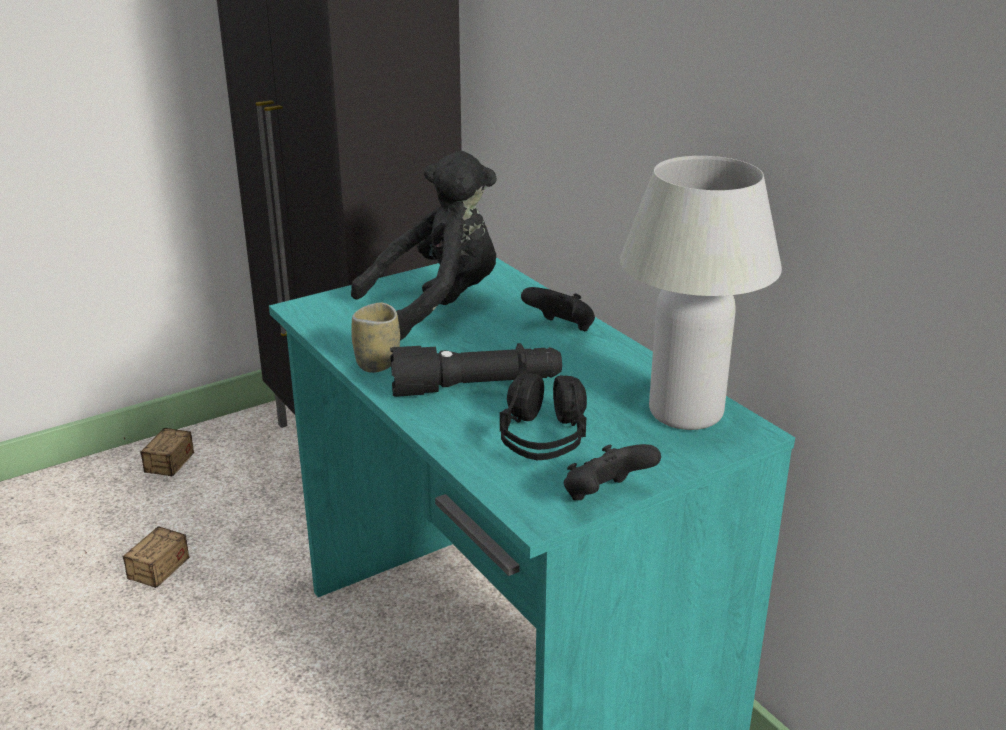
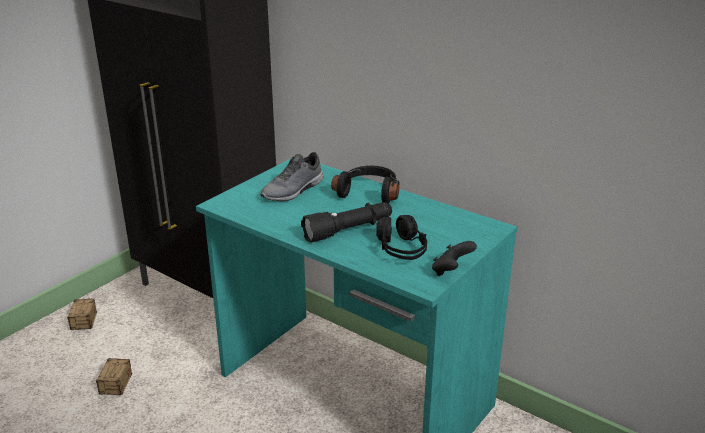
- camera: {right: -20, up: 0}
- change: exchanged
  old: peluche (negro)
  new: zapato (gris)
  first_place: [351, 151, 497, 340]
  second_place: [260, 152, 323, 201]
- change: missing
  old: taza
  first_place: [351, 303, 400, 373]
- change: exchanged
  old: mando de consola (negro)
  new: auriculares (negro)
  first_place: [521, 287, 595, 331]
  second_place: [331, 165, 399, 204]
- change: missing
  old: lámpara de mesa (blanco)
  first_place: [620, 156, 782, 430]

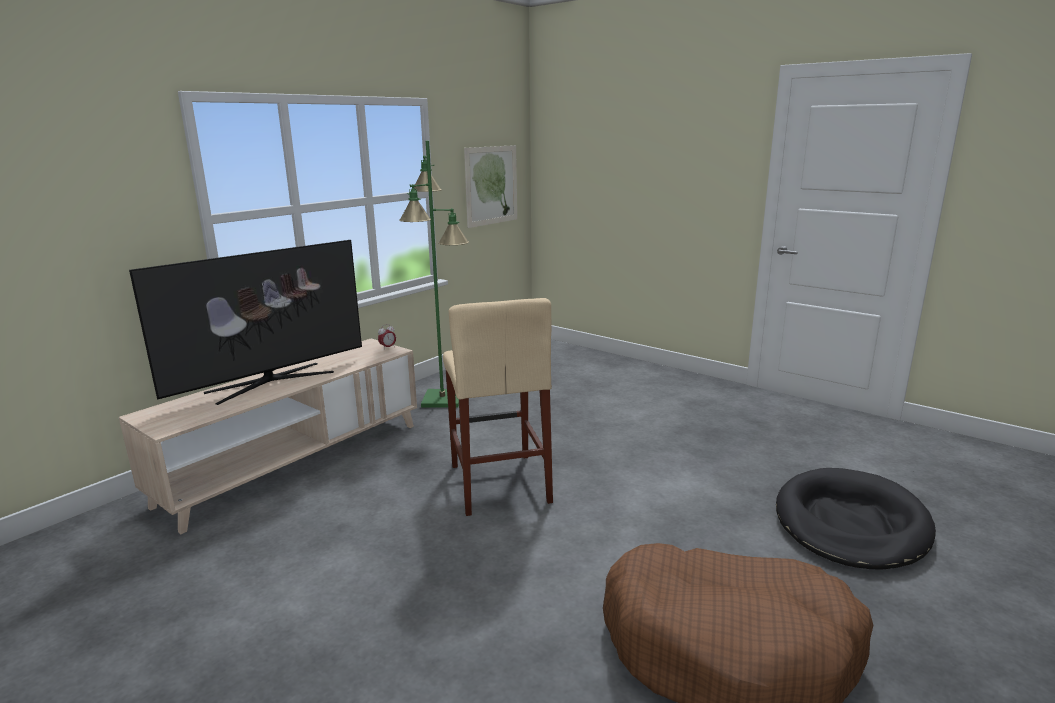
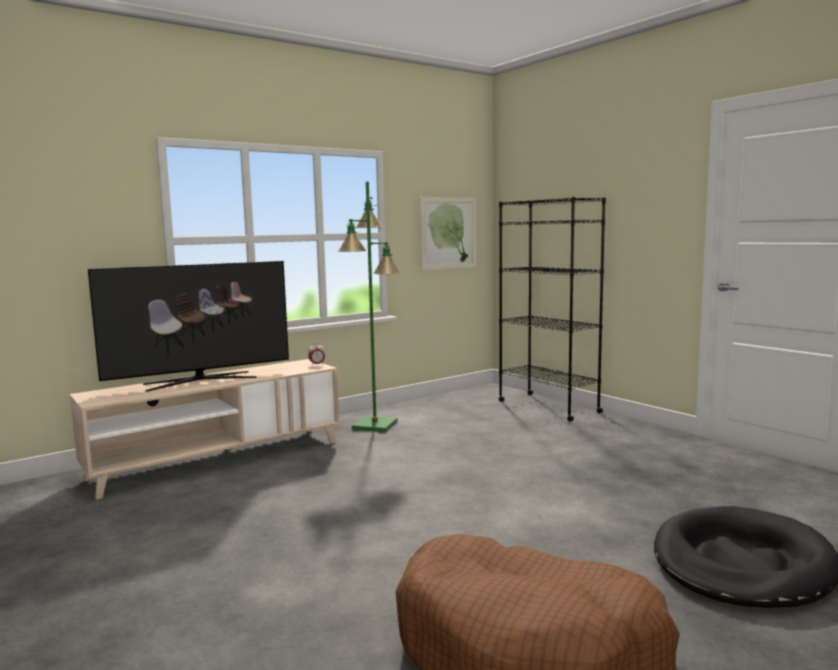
- camera: {right: 15, up: -10}
- change: missing
  old: taburete (beis)
  first_place: [443, 298, 553, 516]
- change: appeared
  new: estantería (negro)
  second_place: [499, 197, 606, 422]

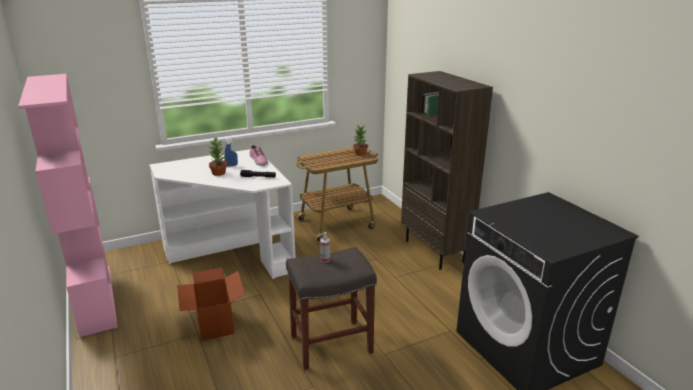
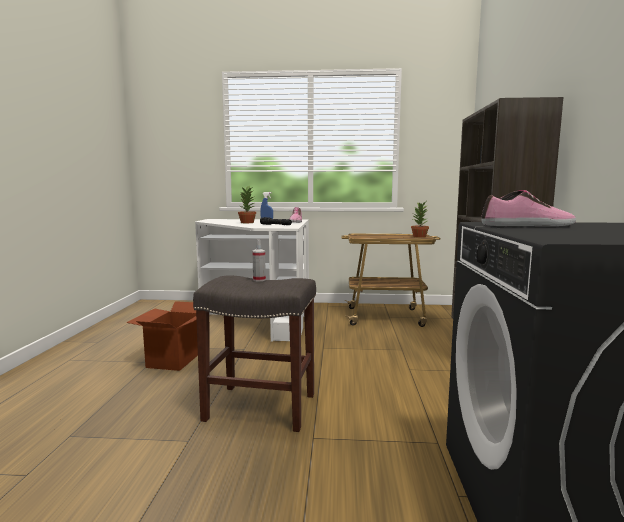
- camera: {right: 30, up: -15}
- change: missing
  old: estantería (rosa)
  first_place: [18, 74, 118, 337]
- change: appeared
  new: zapato
  second_place: [481, 190, 576, 226]

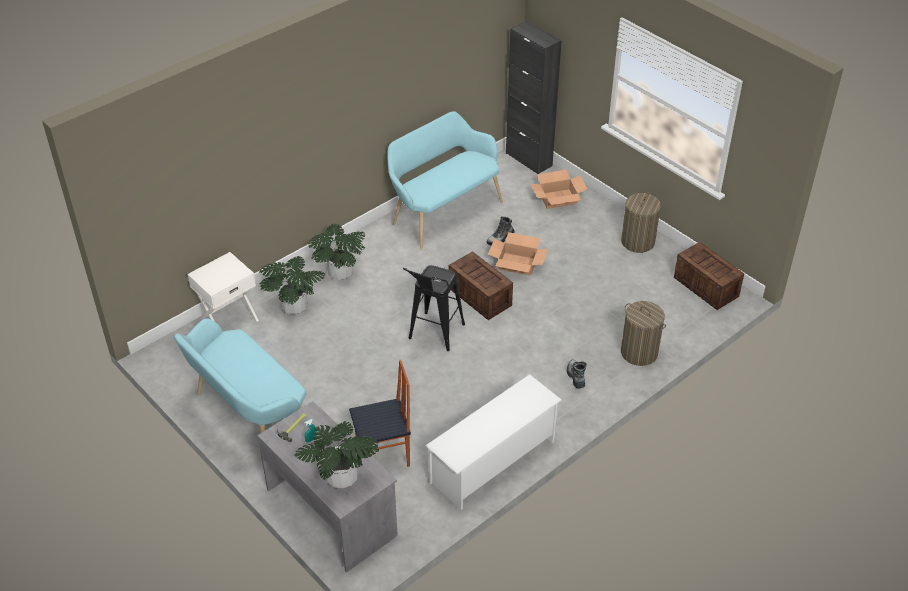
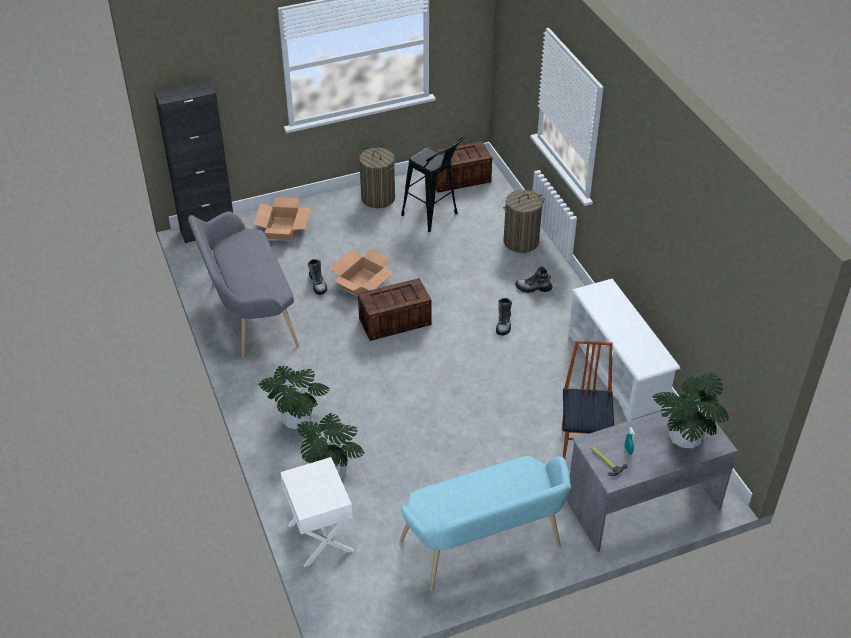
- camera: {right: -70, up: 0}
- change: colour
  old: banco (turquesa)
  new: banco (gris)
  first_place: [387, 111, 503, 250]
  second_place: [188, 212, 299, 358]
- change: relocated
  old: taburete (negro)
  first_place: [403, 265, 465, 351]
  second_place: [401, 137, 465, 232]
- change: appeared
  new: bota
  second_place: [496, 298, 512, 336]

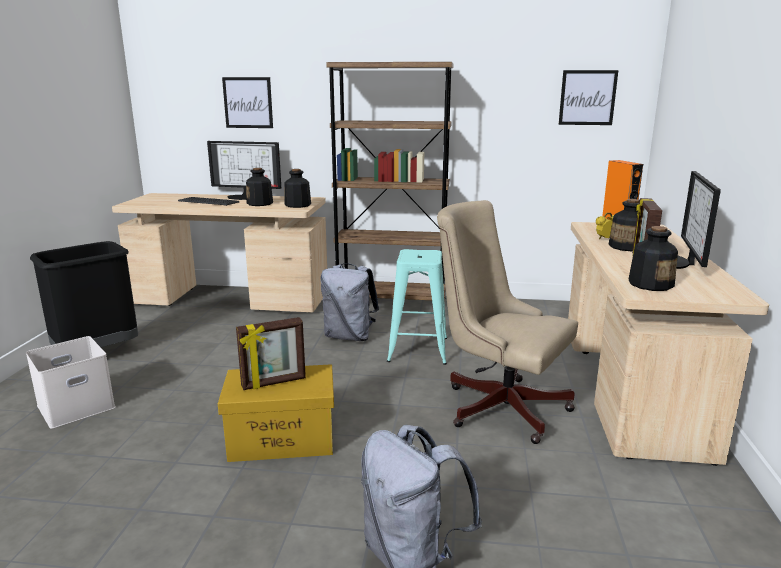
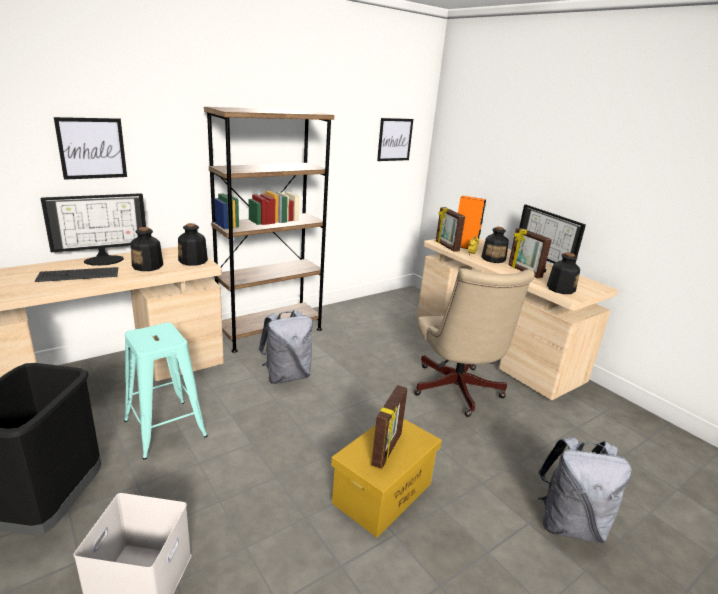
- camera: {right: -45, up: 5}
- change: relocated
  old: taburete (turquesa)
  first_place: [387, 249, 447, 365]
  second_place: [124, 323, 208, 460]
- change: spun
  old: silla de oficina (beis)
  first_place: [437, 200, 578, 444]
  second_place: [414, 268, 535, 417]
  degrees: -90
- change: appeared
  new: portarretratos
  second_place: [436, 207, 465, 252]

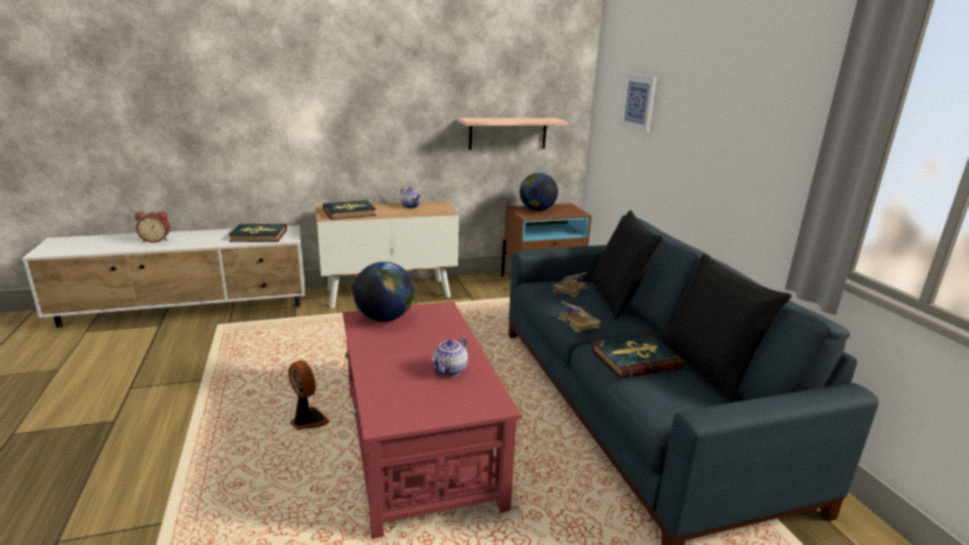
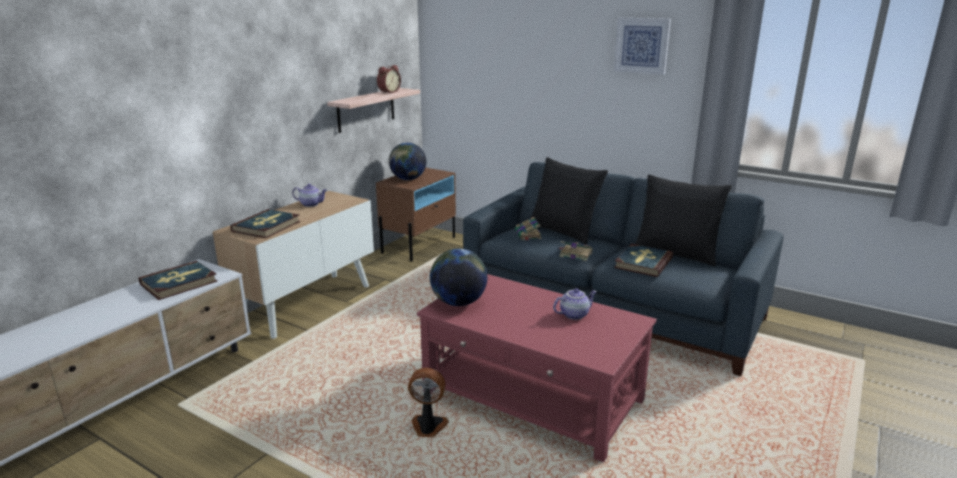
- camera: {right: -40, up: 0}
- change: relocated
  old: despertador
  first_place: [135, 211, 170, 243]
  second_place: [377, 65, 401, 94]
- change: spun
  old: tetera
  first_place: [432, 337, 468, 377]
  second_place: [553, 288, 597, 320]
  degrees: -105
- change: relocated
  old: cuadro
  first_place: [620, 74, 657, 132]
  second_place: [614, 17, 671, 75]

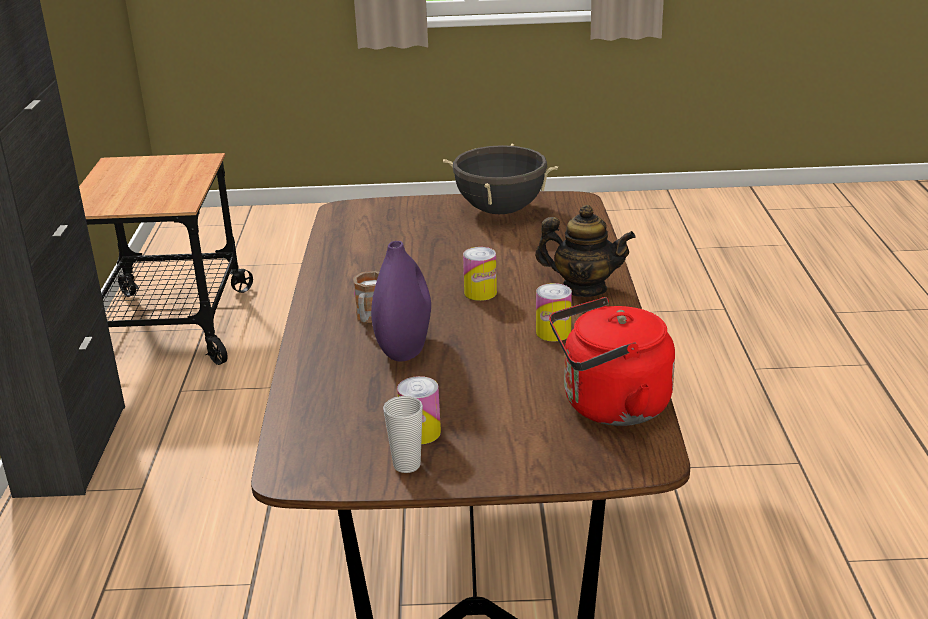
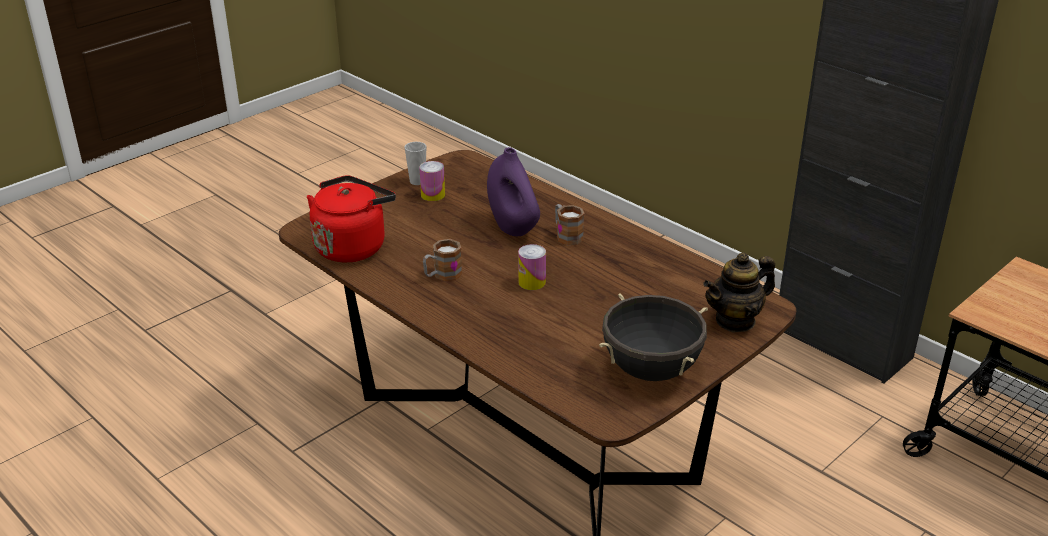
- camera: {right: 135, up: 5}
- change: relocated
  old: tetera
  first_place: [535, 205, 635, 297]
  second_place: [703, 253, 775, 332]
- change: exchanged
  old: lata
  new: taza grande
  first_place: [536, 283, 572, 341]
  second_place: [423, 239, 462, 281]

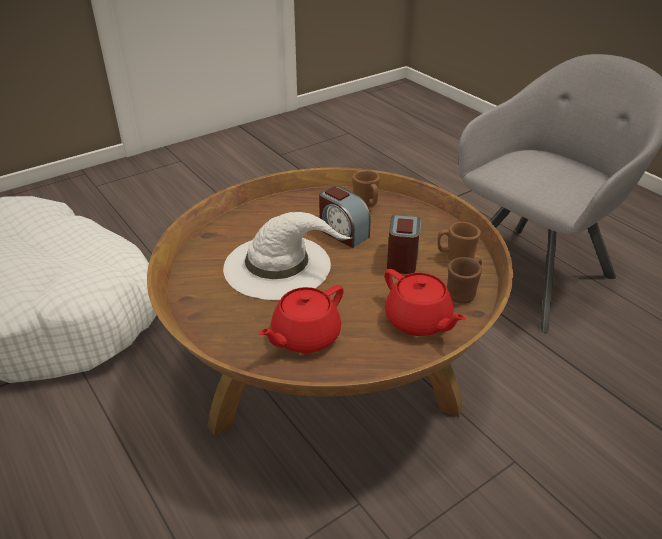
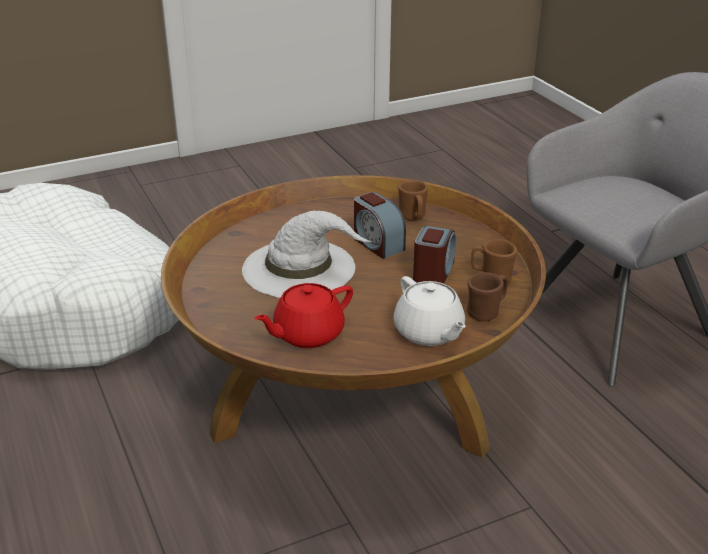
- camera: {right: 10, up: -5}
- change: colour
  old: tetera (rojo)
  new: tetera (blanco)
  first_place: [384, 269, 466, 336]
  second_place: [393, 276, 466, 346]

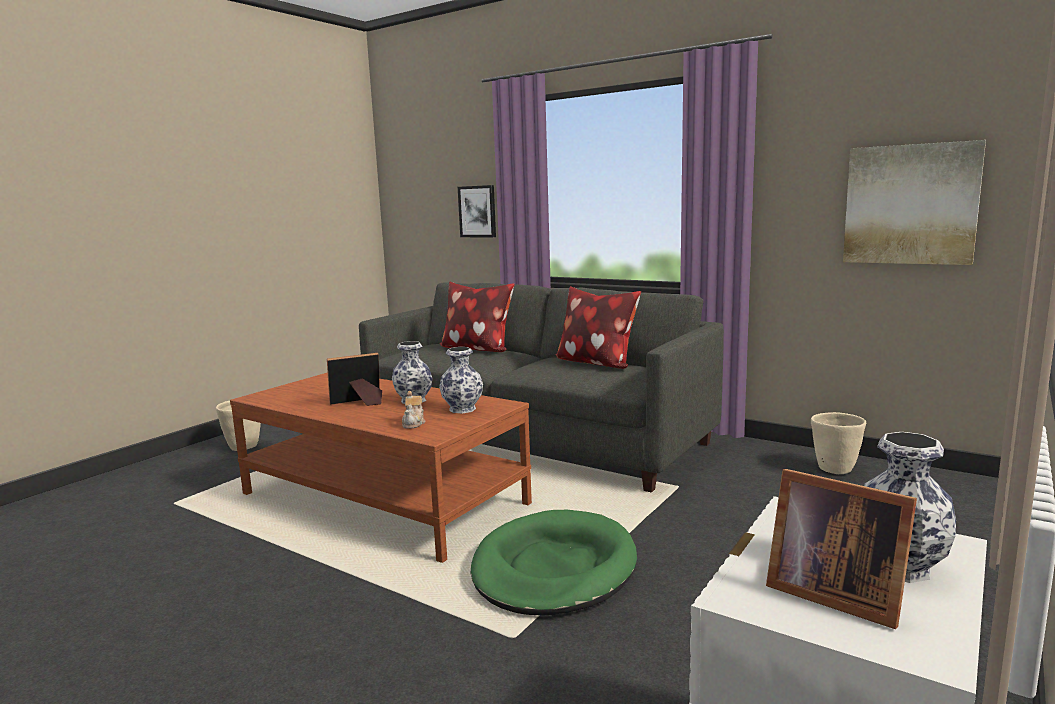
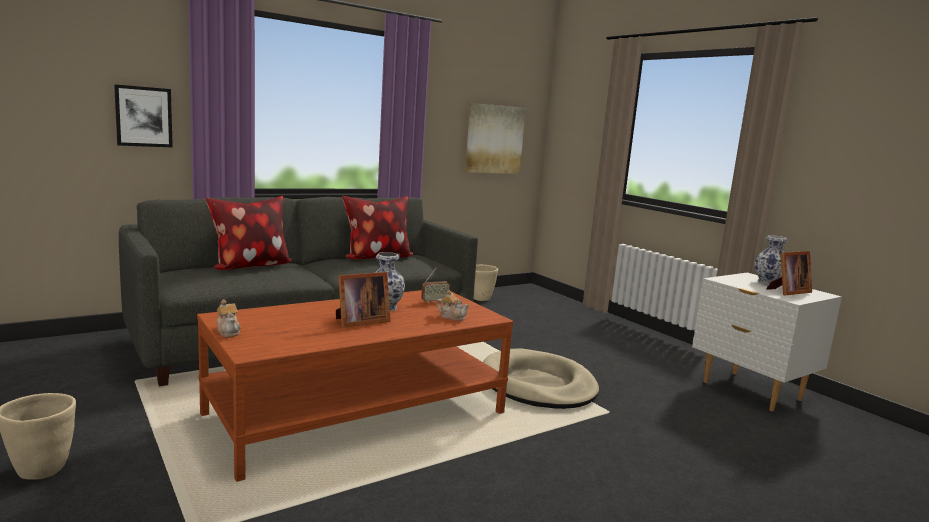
- camera: {right: -70, up: 0}
- change: spun
  old: portarretratos
  first_place: [327, 353, 382, 406]
  second_place: [336, 272, 391, 327]
  degrees: -120
- change: exchanged
  old: florero
  new: radio
  first_place: [439, 347, 483, 414]
  second_place: [421, 267, 450, 303]
- change: colour
  old: cama para perro (verde)
  new: cama para perro (beis)
  first_place: [470, 510, 637, 616]
  second_place: [483, 348, 599, 409]
- change: appeared
  new: tetera
  second_place: [217, 299, 241, 337]

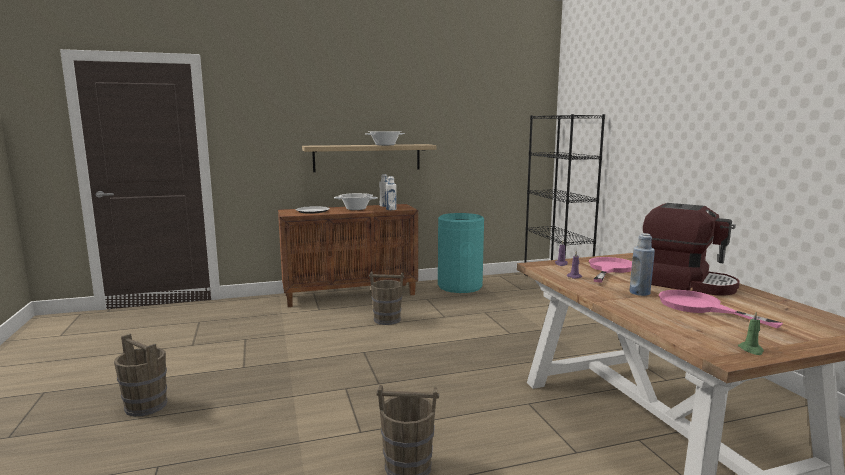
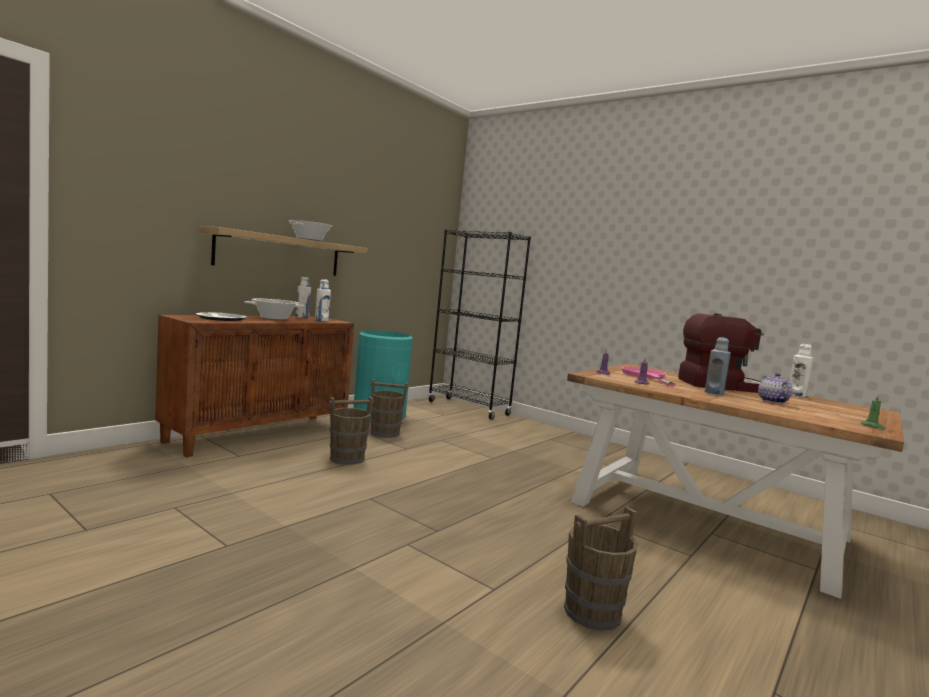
- camera: {right: -35, up: -5}
- change: relocated
  old: cubo (marrón)
  first_place: [114, 334, 167, 417]
  second_place: [370, 379, 409, 438]
- change: exchanged
  old: sartén (rosa)
  new: tetera
  first_place: [659, 290, 783, 328]
  second_place: [758, 373, 792, 404]
- change: appeared
  new: botella (blanco)
  second_place: [790, 344, 814, 397]

